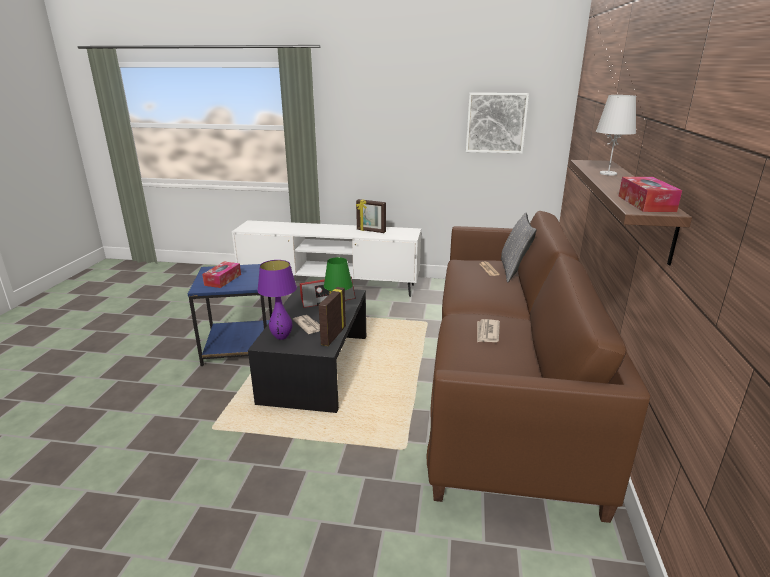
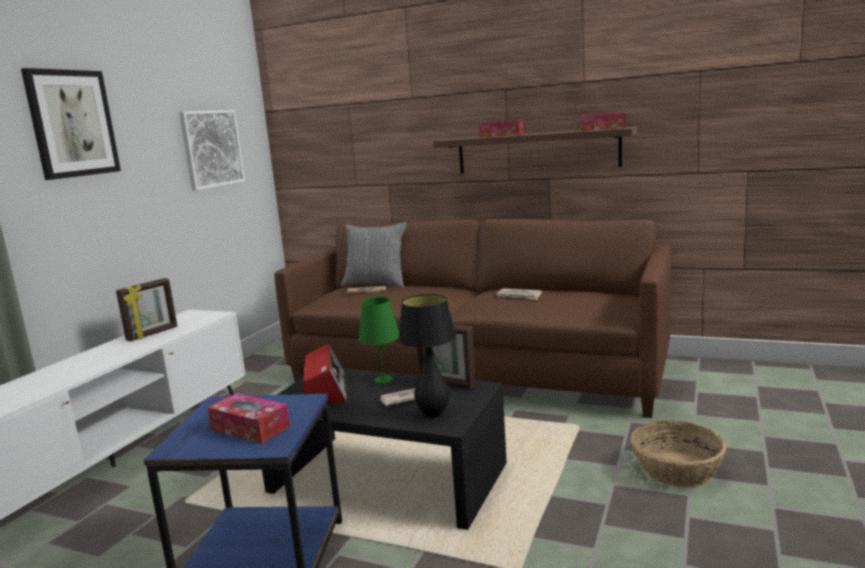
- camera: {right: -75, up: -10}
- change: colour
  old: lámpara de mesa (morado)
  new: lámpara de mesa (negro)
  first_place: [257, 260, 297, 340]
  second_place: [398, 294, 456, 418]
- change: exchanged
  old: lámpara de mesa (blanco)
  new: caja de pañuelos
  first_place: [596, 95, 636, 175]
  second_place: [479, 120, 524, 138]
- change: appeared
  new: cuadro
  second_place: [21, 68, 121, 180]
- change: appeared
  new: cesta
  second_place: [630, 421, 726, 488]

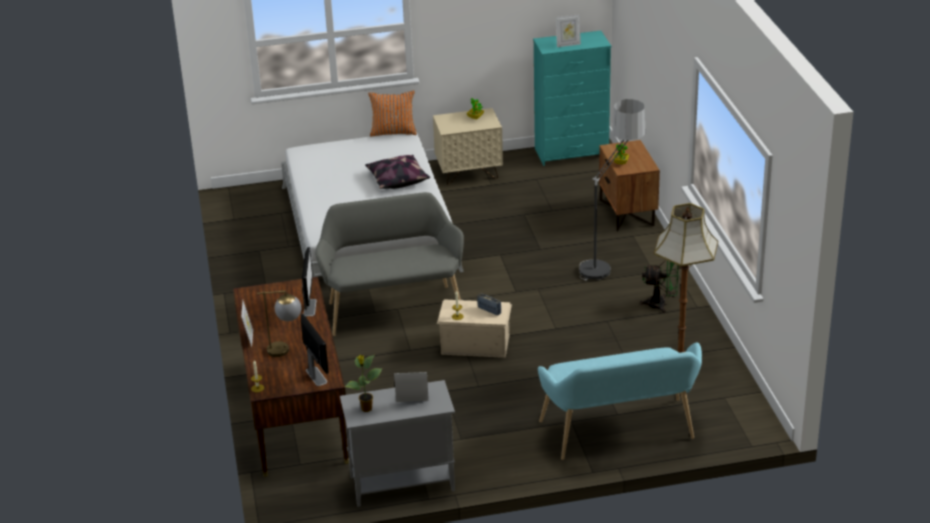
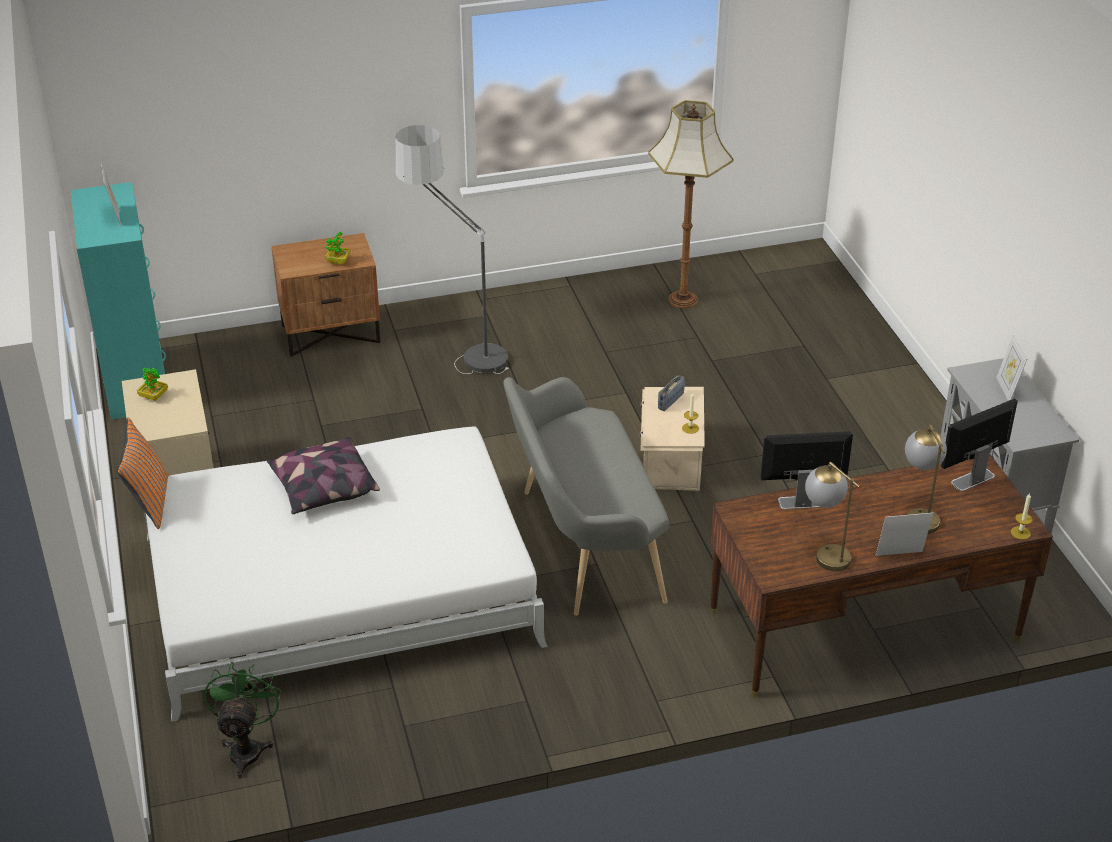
- camera: {right: -95, up: 5}
- change: missing
  old: planta en maceta
  first_place: [345, 355, 382, 412]
- change: missing
  old: banco (turquesa)
  first_place: [538, 343, 702, 460]
- change: relocated
  old: ventilador (verde)
  first_place: [640, 260, 678, 313]
  second_place: [204, 662, 281, 779]
- change: appeared
  new: lámpara de mesa
  second_place: [805, 462, 860, 571]

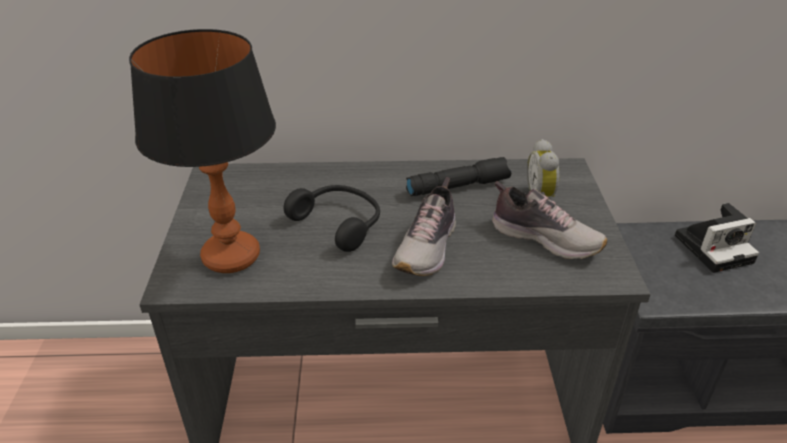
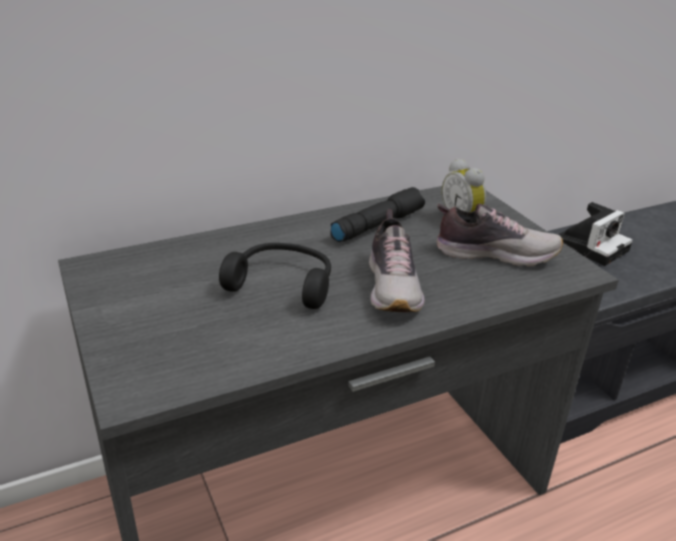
- camera: {right: -25, up: -5}
- change: missing
  old: lámpara de mesa
  first_place: [129, 29, 276, 273]

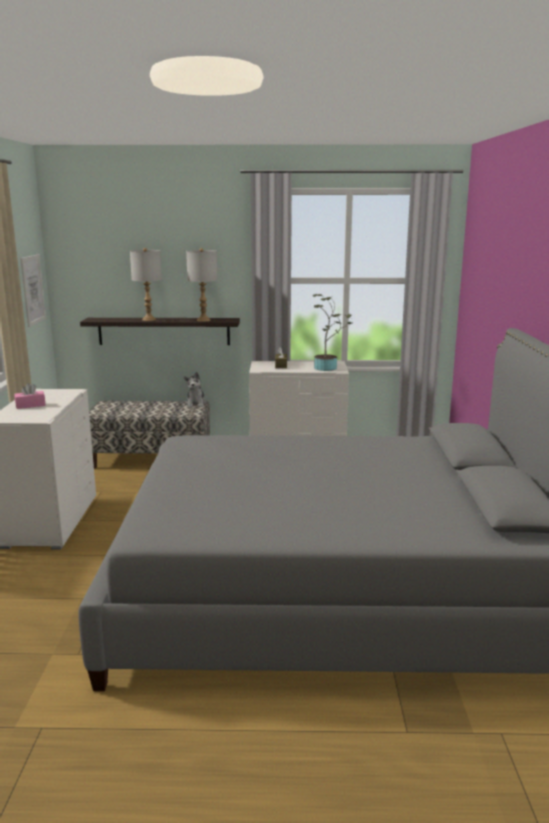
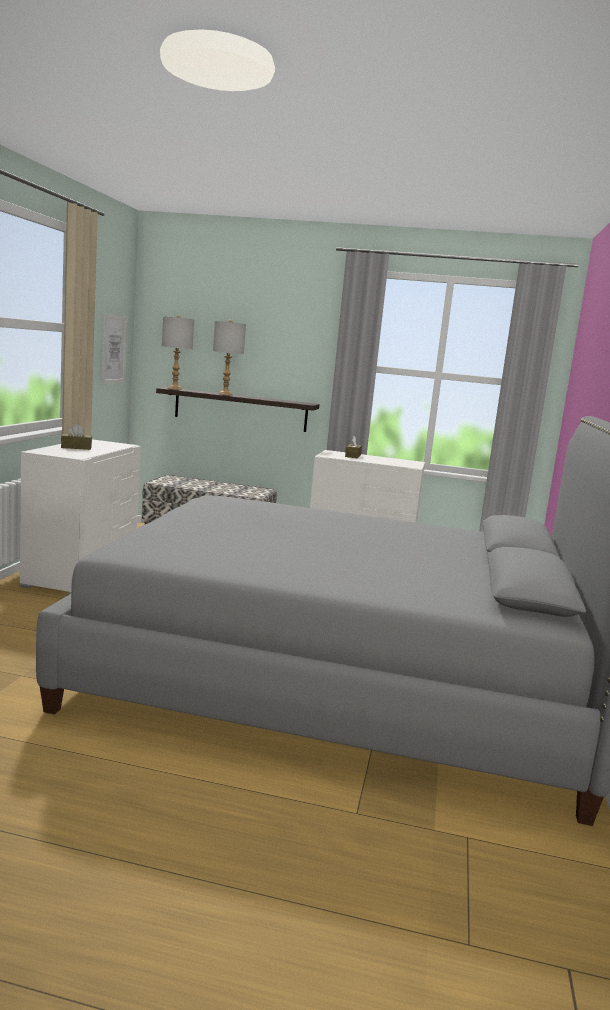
- camera: {right: 10, up: -5}
- change: colour
  old: caja de pañuelos (rosa)
  new: caja de pañuelos (marrón)
  first_place: [14, 383, 46, 409]
  second_place: [61, 424, 92, 450]
- change: missing
  old: peluche
  first_place: [184, 372, 207, 407]
- change: relocated
  old: lámpara de mesa (gris)
  first_place: [186, 248, 217, 322]
  second_place: [162, 315, 194, 390]
- change: missing
  old: planta en maceta
  first_place: [312, 294, 352, 371]

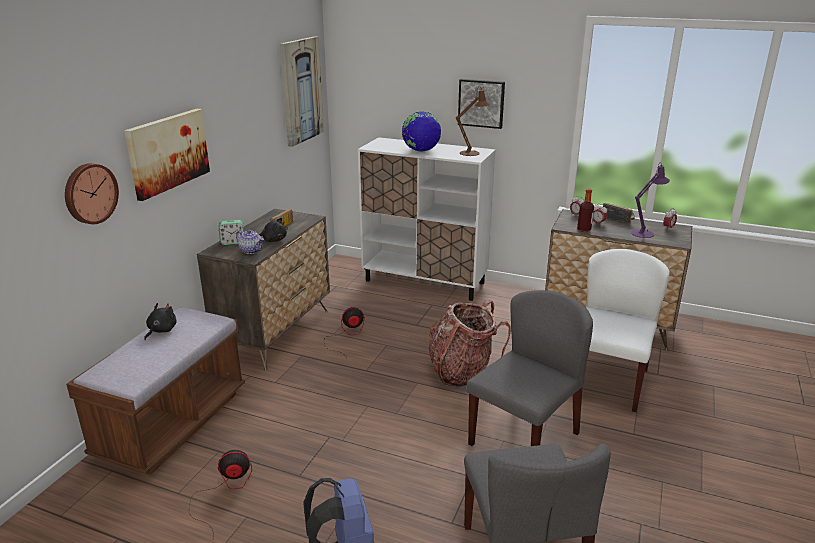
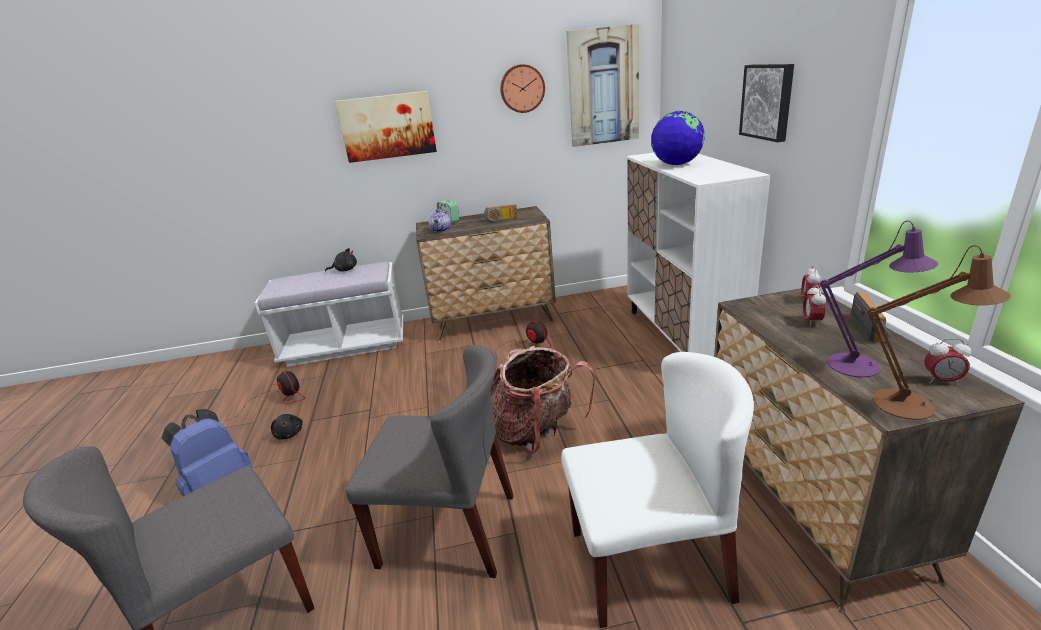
- camera: {right: 60, up: 0}
- change: relocated
  old: reloj de pared
  first_place: [65, 163, 119, 224]
  second_place: [500, 64, 545, 113]
- change: colour
  old: banco (marrón)
  new: banco (blanco)
  first_place: [66, 307, 245, 475]
  second_place: [255, 262, 404, 366]
- change: relocated
  old: peluche (negro)
  first_place: [259, 218, 287, 242]
  second_place: [271, 414, 303, 440]
- change: relocated
  old: lámpara de mesa (marrón)
  first_place: [456, 86, 490, 156]
  second_place: [867, 245, 1011, 420]
- change: missing
  old: botella
  first_place: [577, 189, 594, 232]

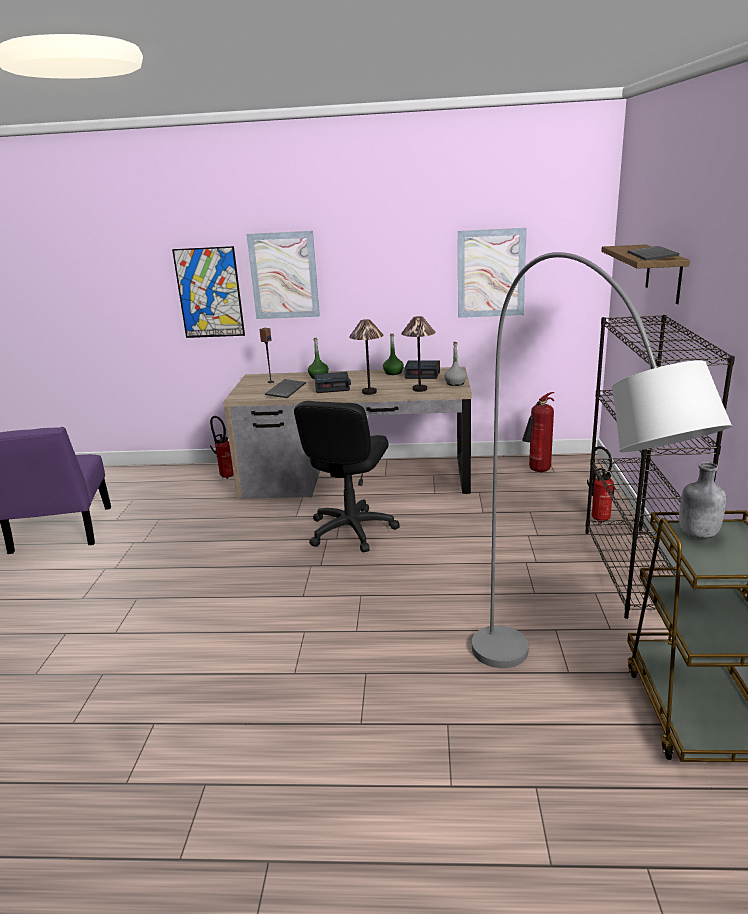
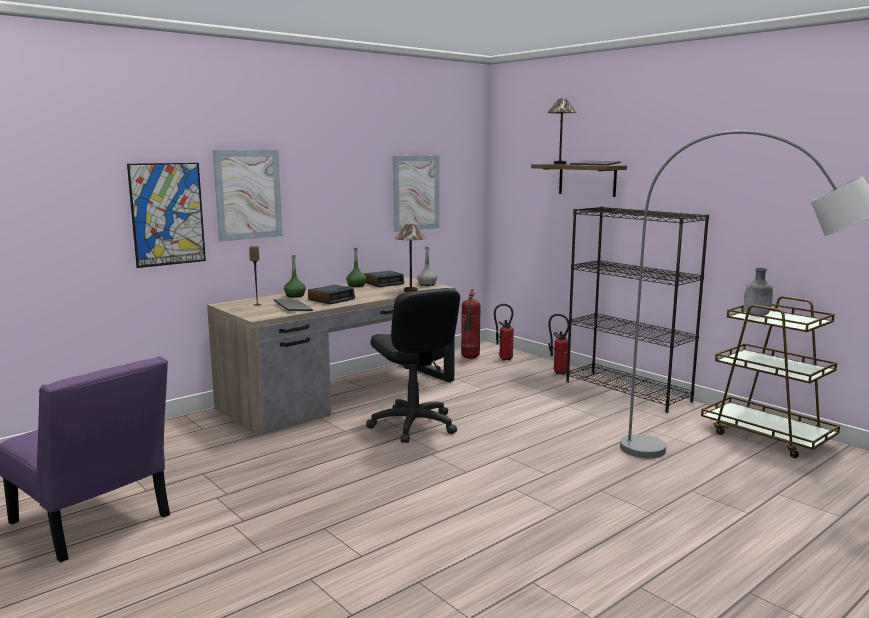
- camera: {right: -45, up: -10}
- change: relocated
  old: extintor
  first_place: [210, 416, 234, 479]
  second_place: [494, 304, 514, 361]
- change: relocated
  old: lámpara de mesa
  first_place: [349, 319, 383, 395]
  second_place: [547, 99, 577, 164]

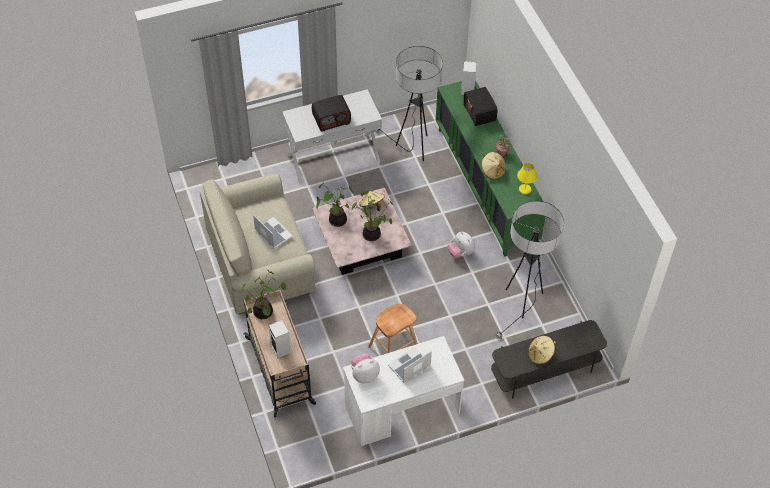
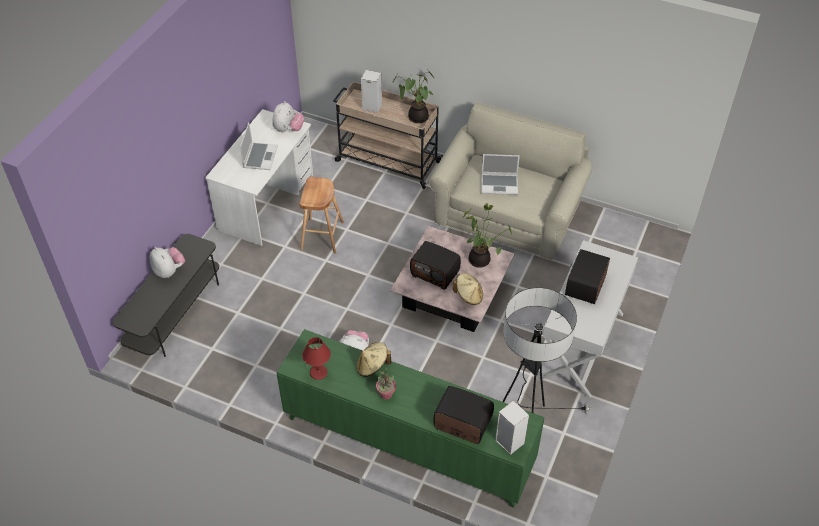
- camera: {right: 135, up: -5}
- change: exchanged
  old: planta en maceta
  new: radio
  first_place: [351, 190, 393, 241]
  second_place: [410, 241, 461, 290]
- change: missing
  old: lámpara de pie
  first_place: [495, 201, 564, 339]
- change: colour
  old: lámpara de mesa (amarillo)
  new: lámpara de mesa (rojo)
  first_place: [517, 163, 537, 194]
  second_place: [302, 337, 331, 380]
- change: exchanged
  old: sombrero (beis)
  new: peluche
  first_place: [528, 336, 556, 365]
  second_place: [149, 247, 185, 278]

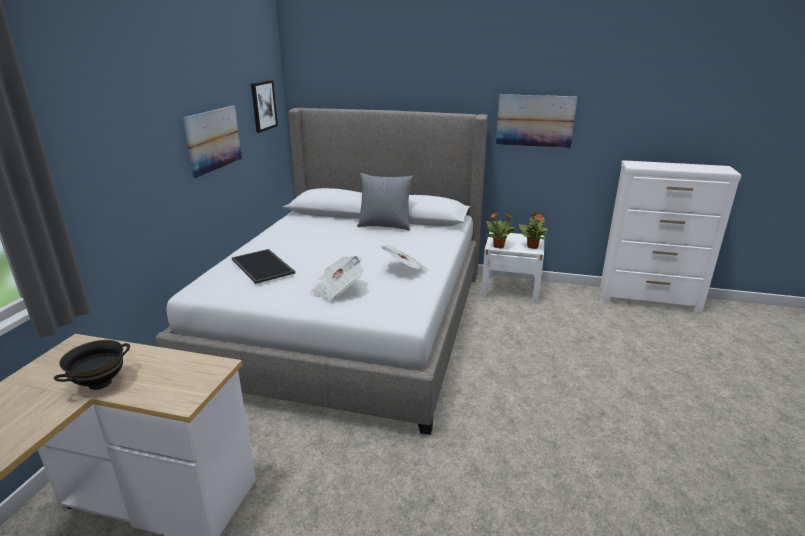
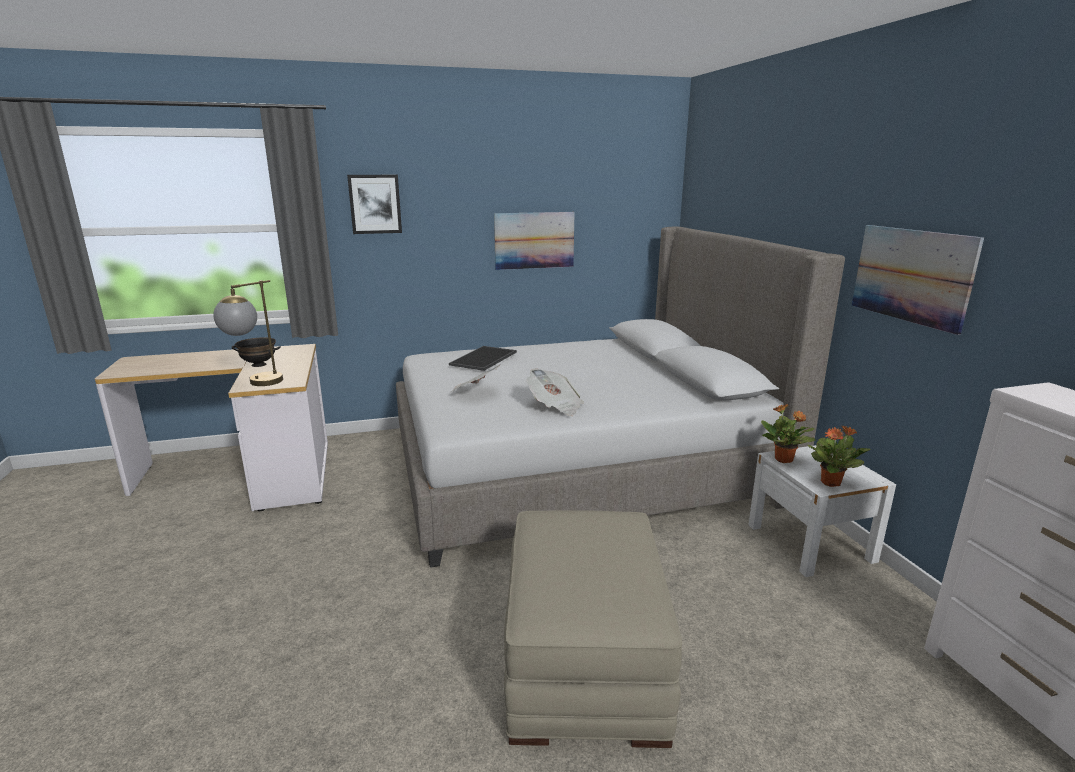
- camera: {right: 60, up: -5}
- change: relocated
  old: cuadro
  first_place: [251, 80, 278, 133]
  second_place: [347, 175, 402, 234]
- change: missing
  old: cojín (gris)
  first_place: [357, 173, 413, 231]
- change: appeared
  new: lámpara de mesa
  second_place: [213, 280, 283, 386]
- change: appeared
  new: puf (beis)
  second_place: [504, 510, 682, 748]

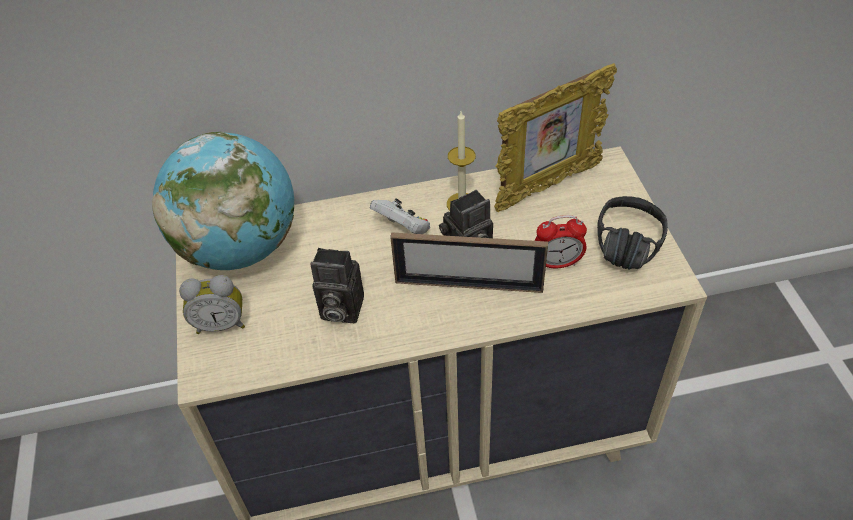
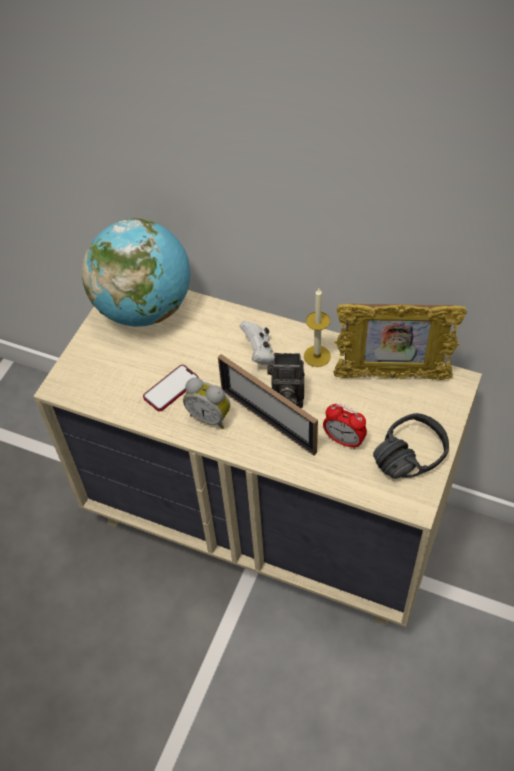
- camera: {right: 35, up: 5}
- change: relocated
  old: despertador
  first_place: [179, 275, 245, 334]
  second_place: [183, 378, 230, 429]
- change: exchanged
  old: cámara
  new: móvil
  first_place: [310, 248, 364, 323]
  second_place: [143, 365, 199, 411]

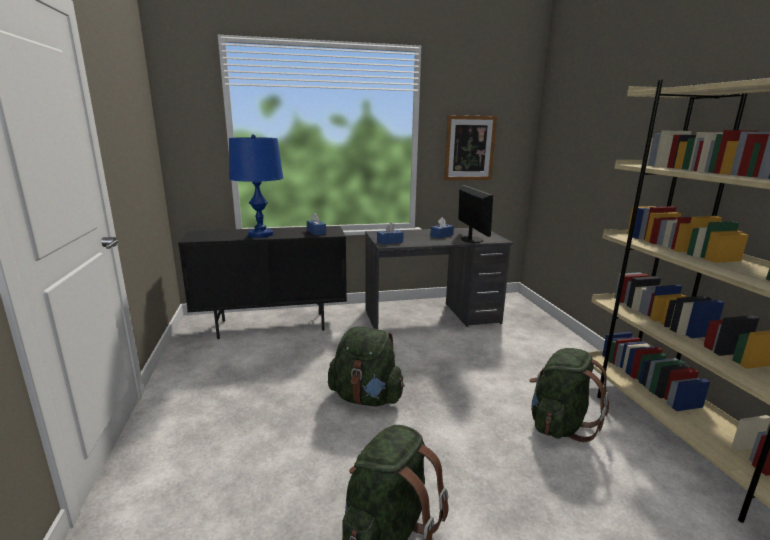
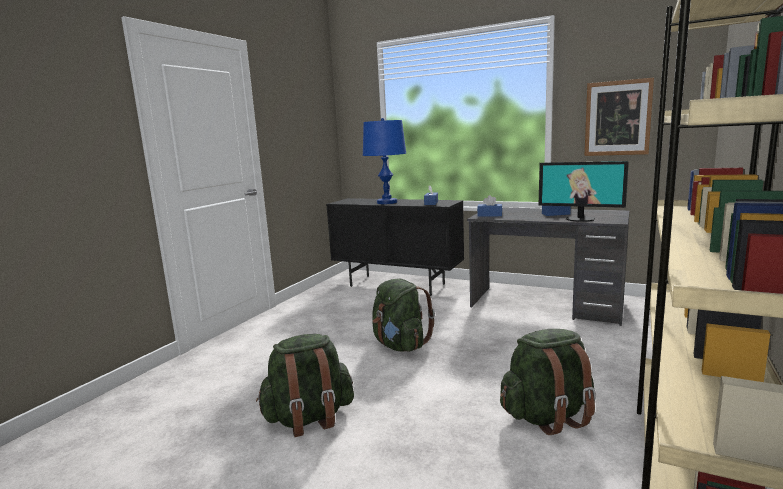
- camera: {right: 40, up: -5}
- change: spun
  old: monitor
  first_place: [458, 185, 493, 243]
  second_place: [538, 161, 629, 222]
  degrees: 90

